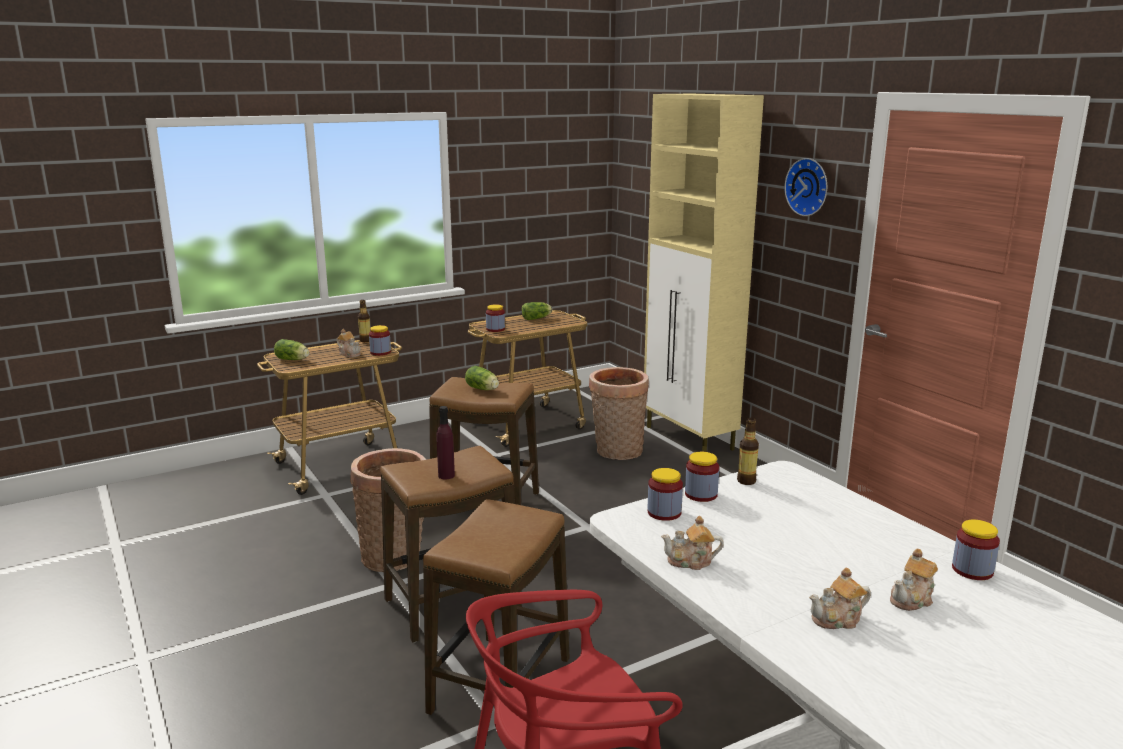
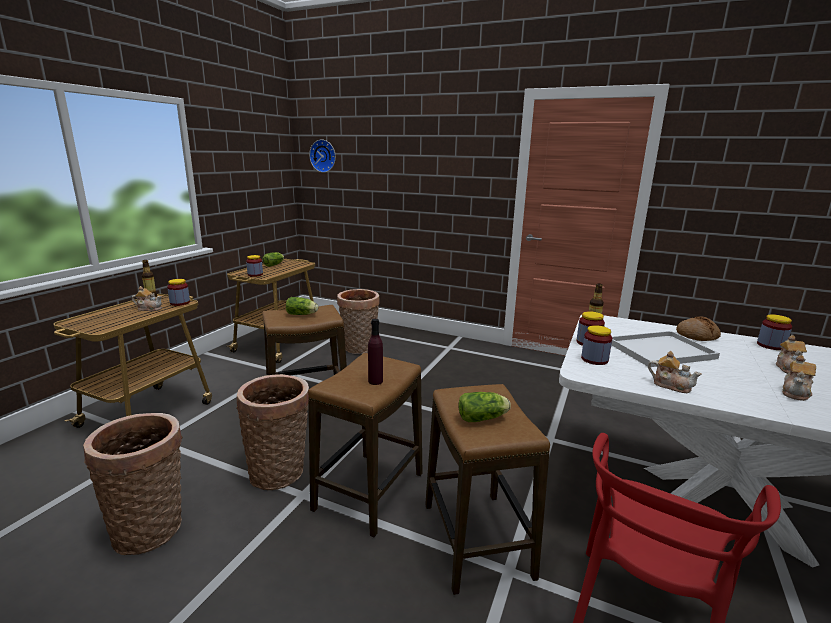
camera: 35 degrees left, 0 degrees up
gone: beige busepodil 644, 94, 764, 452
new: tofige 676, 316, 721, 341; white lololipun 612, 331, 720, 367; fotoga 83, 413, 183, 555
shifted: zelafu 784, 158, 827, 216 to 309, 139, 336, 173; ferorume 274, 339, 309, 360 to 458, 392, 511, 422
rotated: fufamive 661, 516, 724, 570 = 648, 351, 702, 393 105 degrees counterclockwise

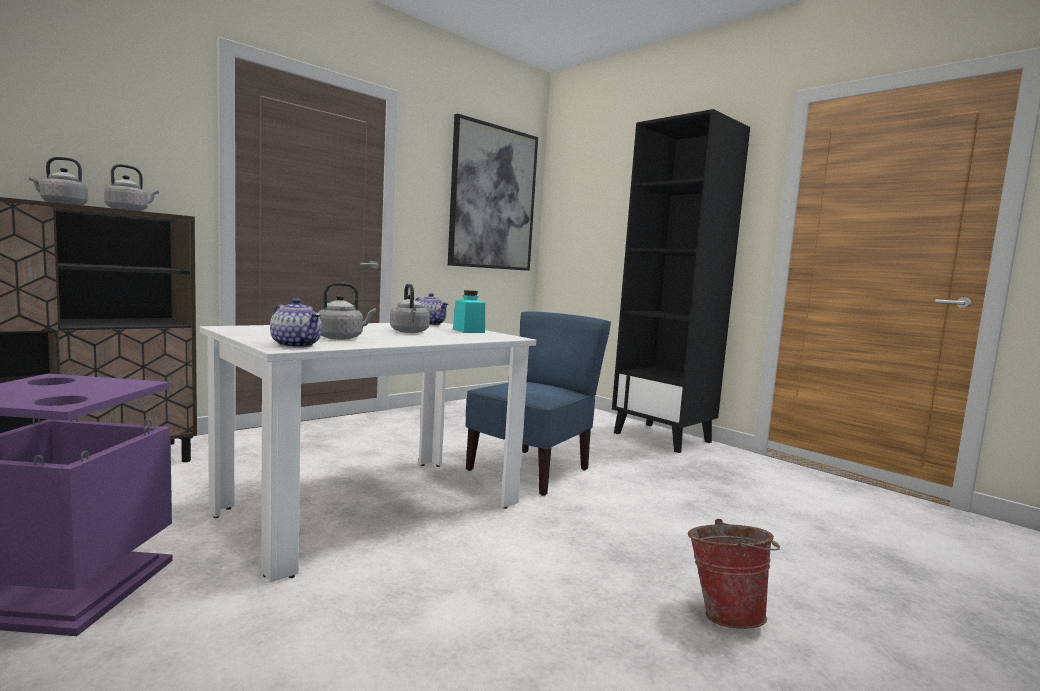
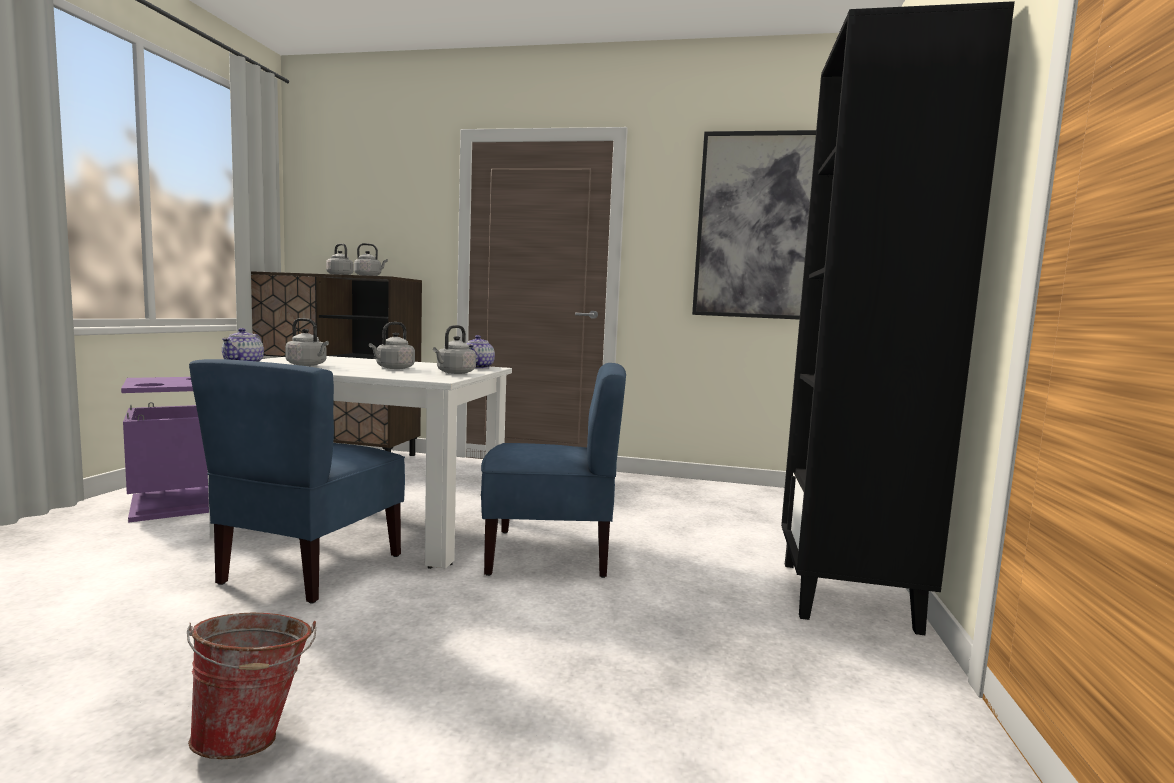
camera: 55 degrees right, 0 degrees up
new: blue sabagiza 189, 359, 405, 604
swapped: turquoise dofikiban 453, 290, 485, 333 to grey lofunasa 433, 325, 476, 374

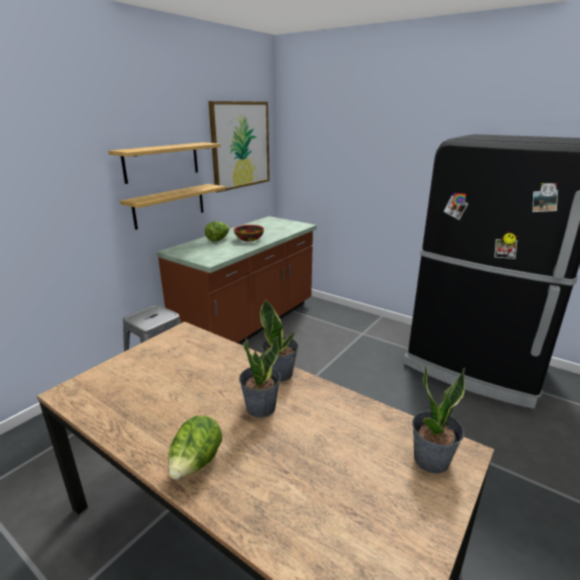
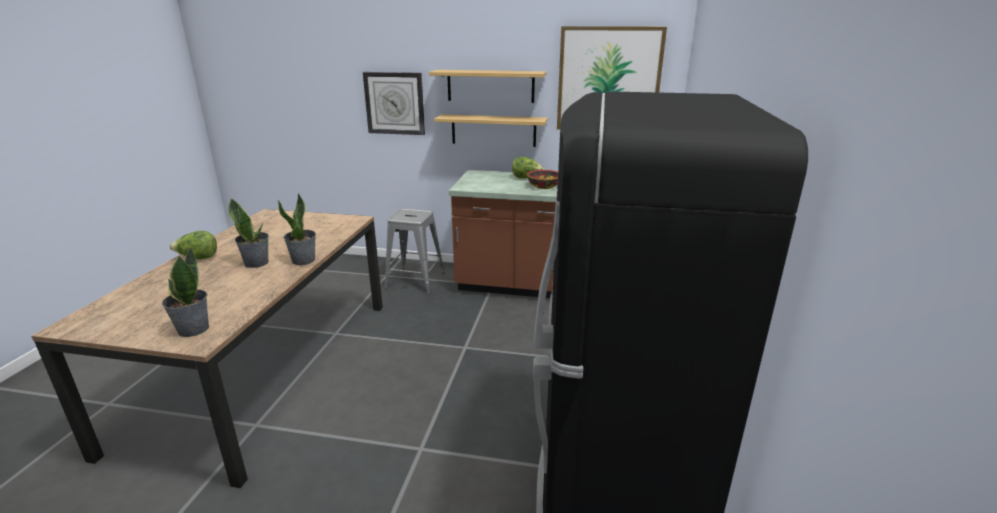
camera: 65 degrees right, 0 degrees up
new: zelafu 363, 72, 425, 135

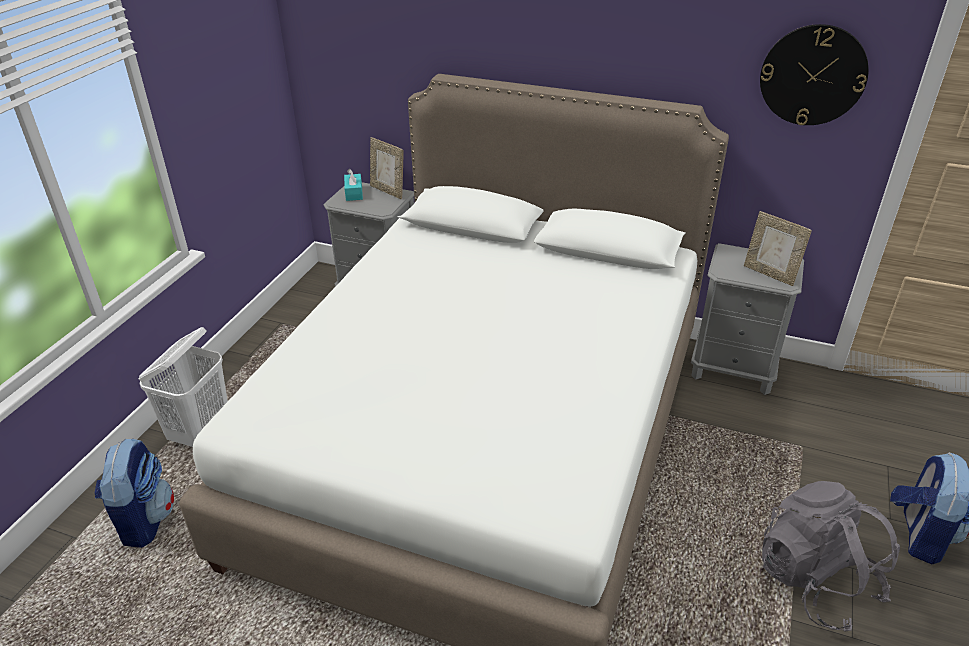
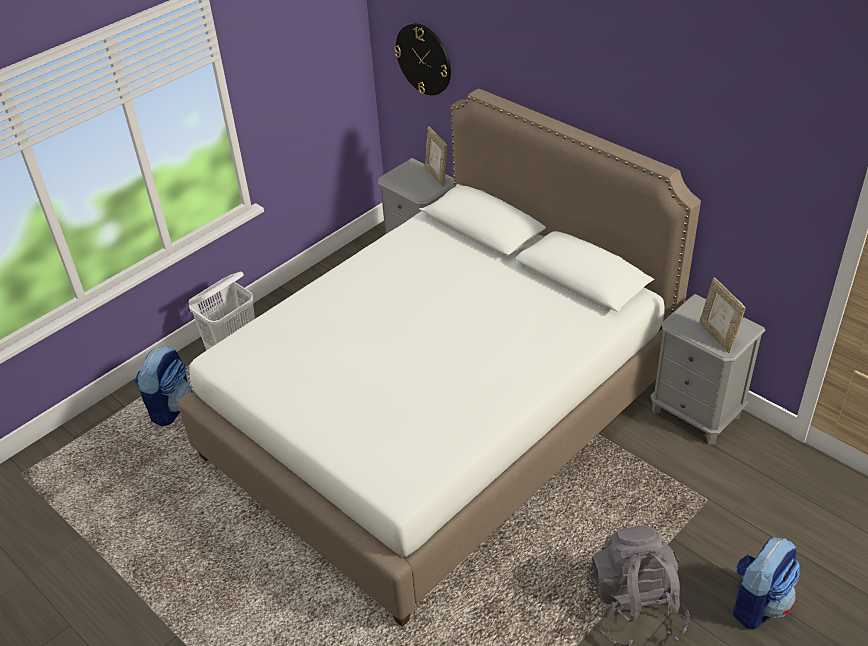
camera: 25 degrees right, 5 degrees up
gone: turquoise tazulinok 344, 169, 363, 201
shifted: zelafu 760, 24, 869, 125 to 394, 23, 451, 95

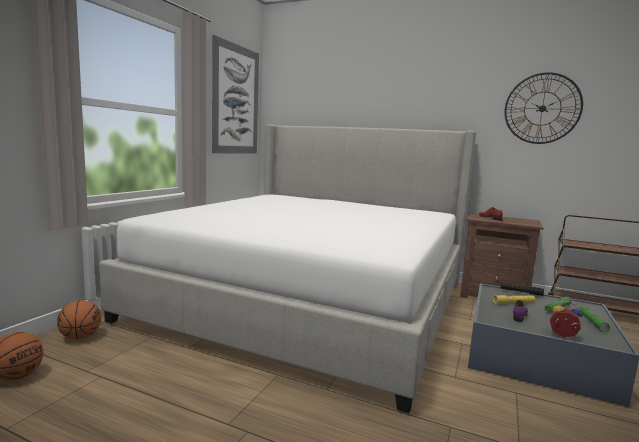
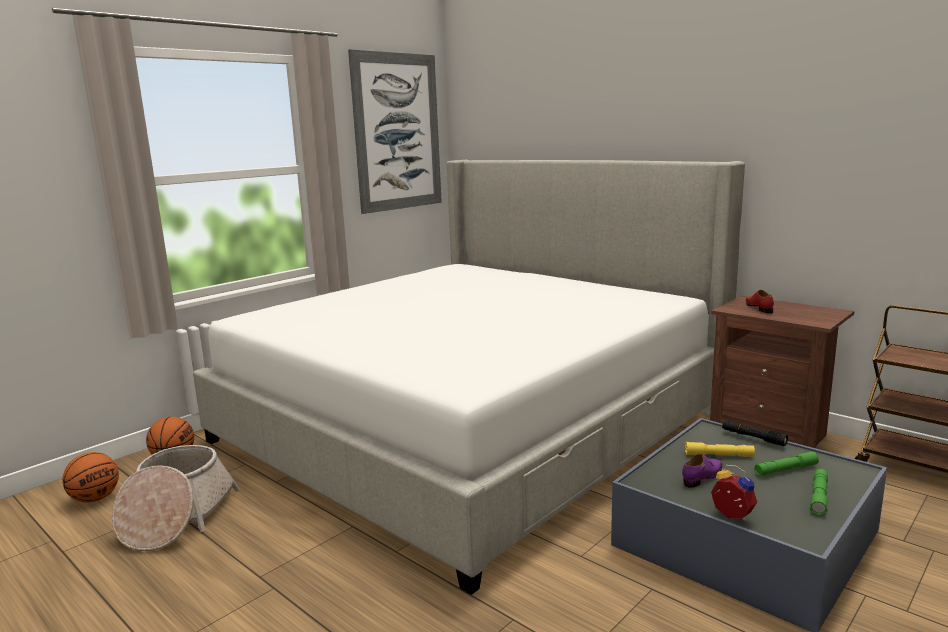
camera: 20 degrees right, 5 degrees up
gone: zelafu 504, 72, 583, 144
new: fotoga 112, 445, 240, 551

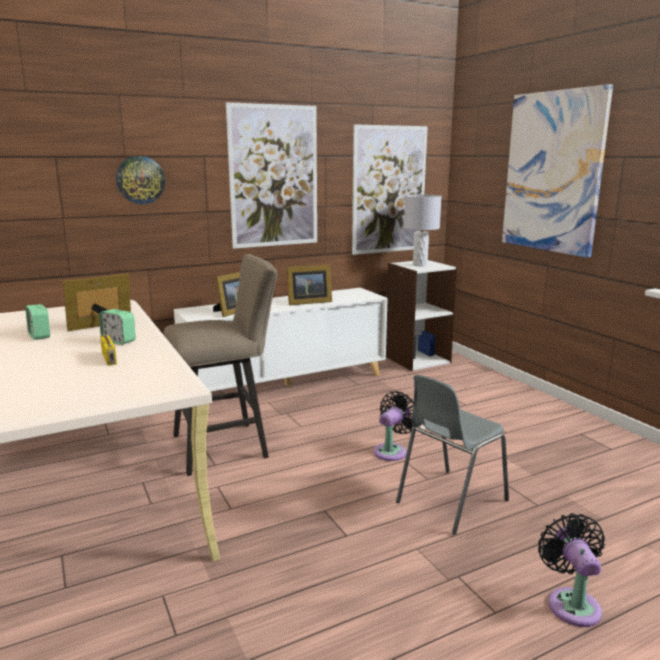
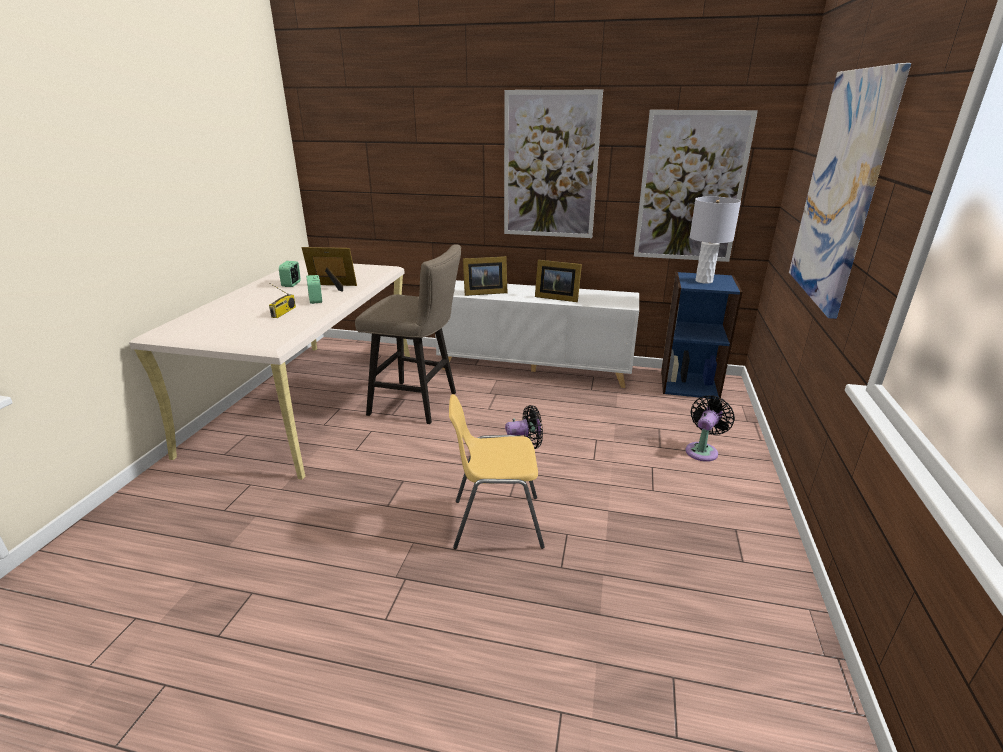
camera: 40 degrees right, 10 degrees up
gone: zelafu 116, 156, 165, 204
shifted: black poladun 538, 513, 605, 627 to 686, 395, 735, 462
repainted: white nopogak 386, 259, 457, 371 to blue nopogak 661, 272, 743, 400; grey sabagiza 396, 374, 509, 535 to yellow sabagiza 449, 394, 545, 549

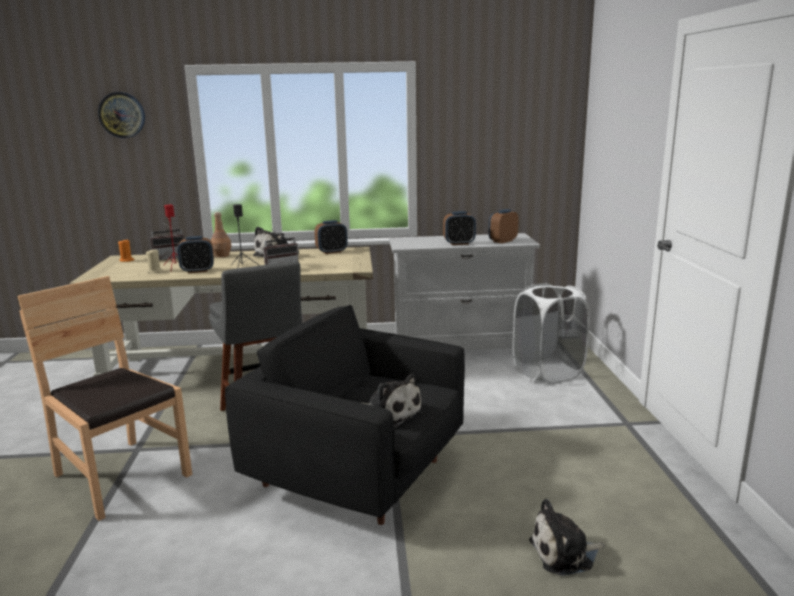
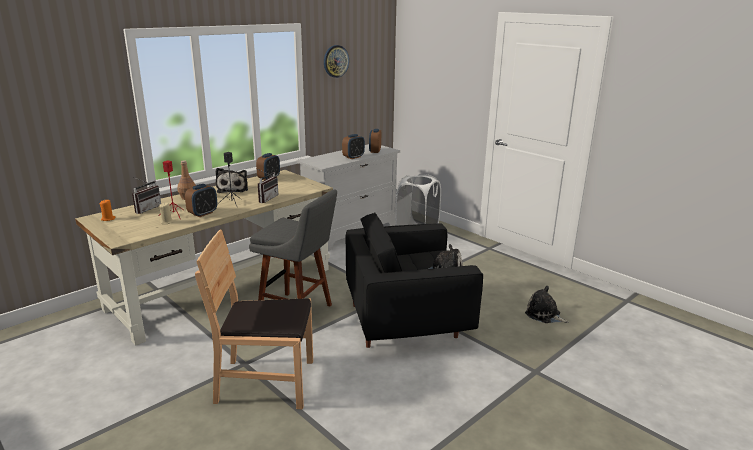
camera: 40 degrees left, 5 degrees up
shifted: zelafu 98, 92, 145, 138 to 324, 45, 349, 78
rotated: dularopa 529, 499, 605, 576 = 525, 286, 569, 323 90 degrees clockwise

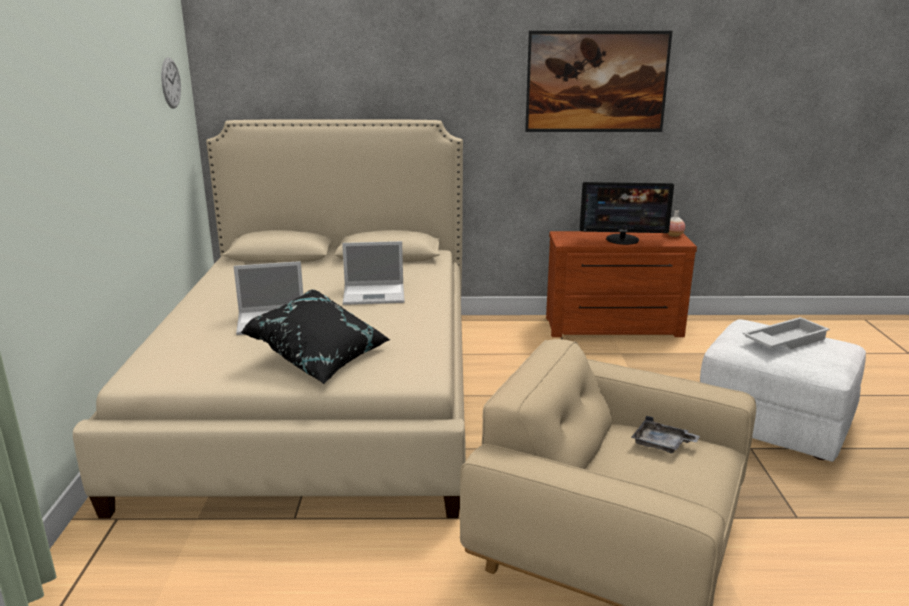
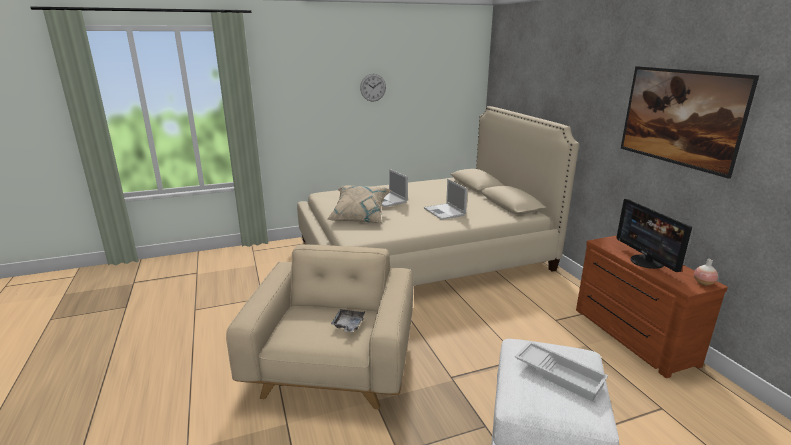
camera: 70 degrees right, 0 degrees up
shifted: zelafu 161, 57, 181, 108 to 360, 74, 386, 102
repainted: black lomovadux 240, 289, 391, 384 to beige lomovadux 327, 185, 391, 223

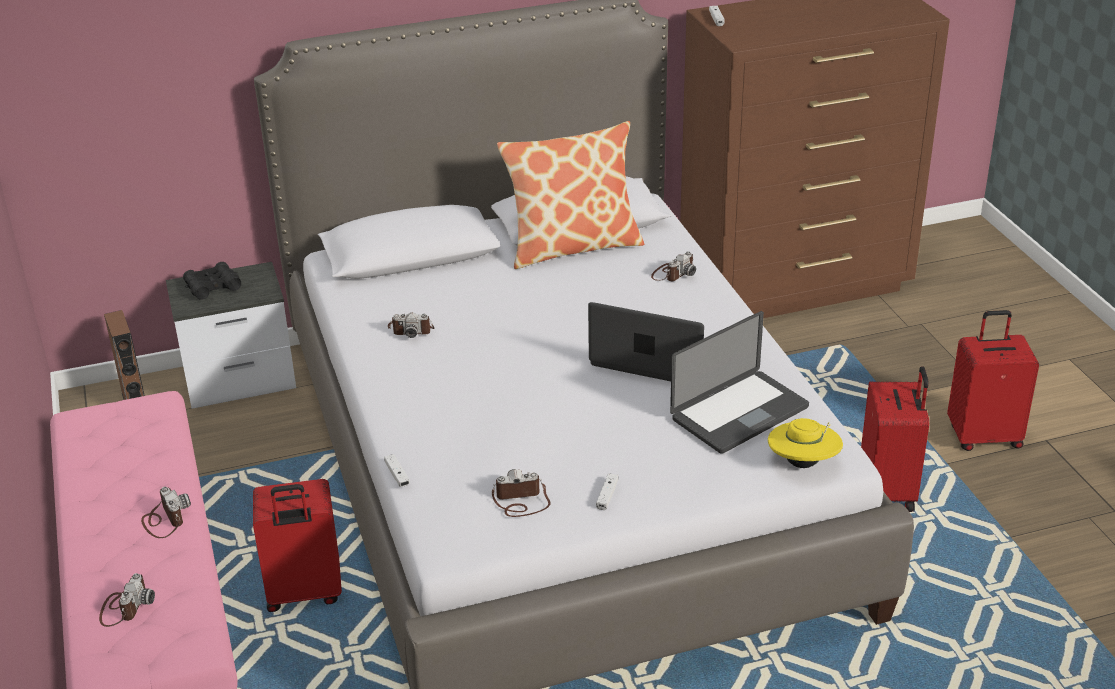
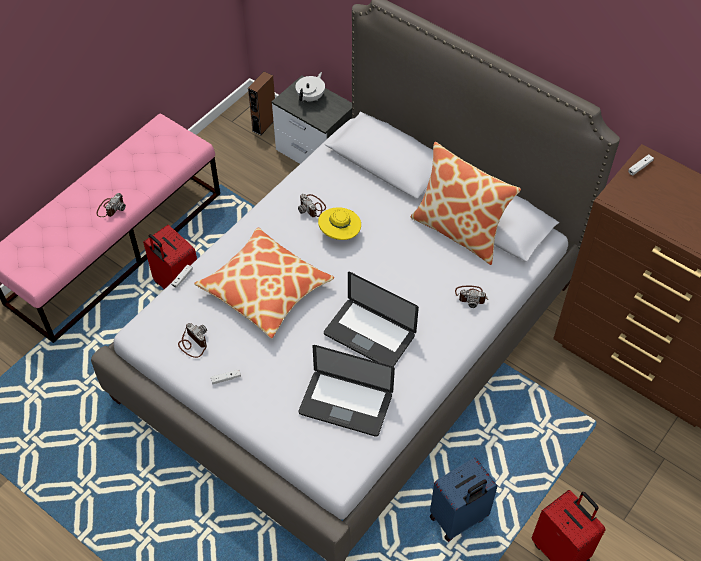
camera: 55 degrees right, 20 degrees up
gone: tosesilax 99, 573, 155, 627
new: lomovadux 194, 227, 334, 339
shifted: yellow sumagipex 768, 418, 843, 468 to 318, 207, 361, 240
swapped: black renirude 183, 262, 241, 300 to white fufamive 295, 72, 325, 102
repainted: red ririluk 861, 366, 929, 512 to blue ririluk 430, 457, 498, 542
rotated: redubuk 588, 302, 704, 381 = 324, 272, 419, 367 135 degrees clockwise

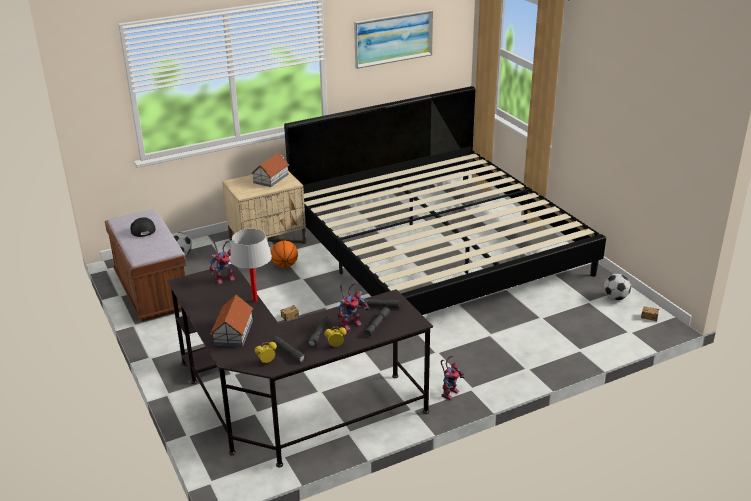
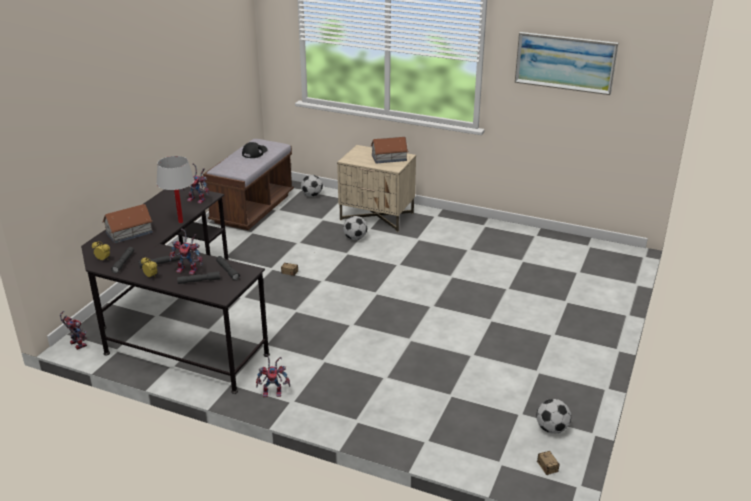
camera: 50 degrees right, 0 degrees up
gone: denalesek 284, 86, 606, 315
new: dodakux 60, 311, 87, 350
swapped: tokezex 271, 241, 298, 268 to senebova 343, 216, 367, 240

